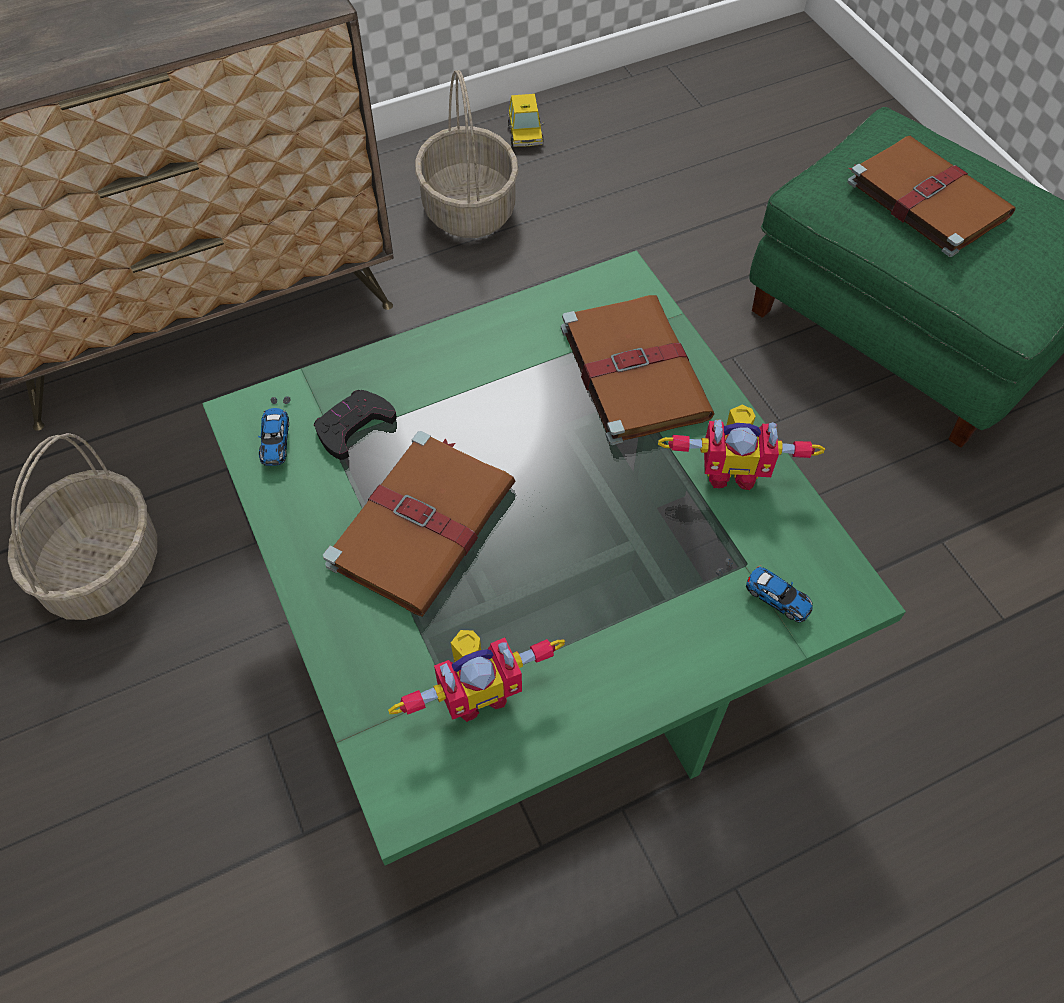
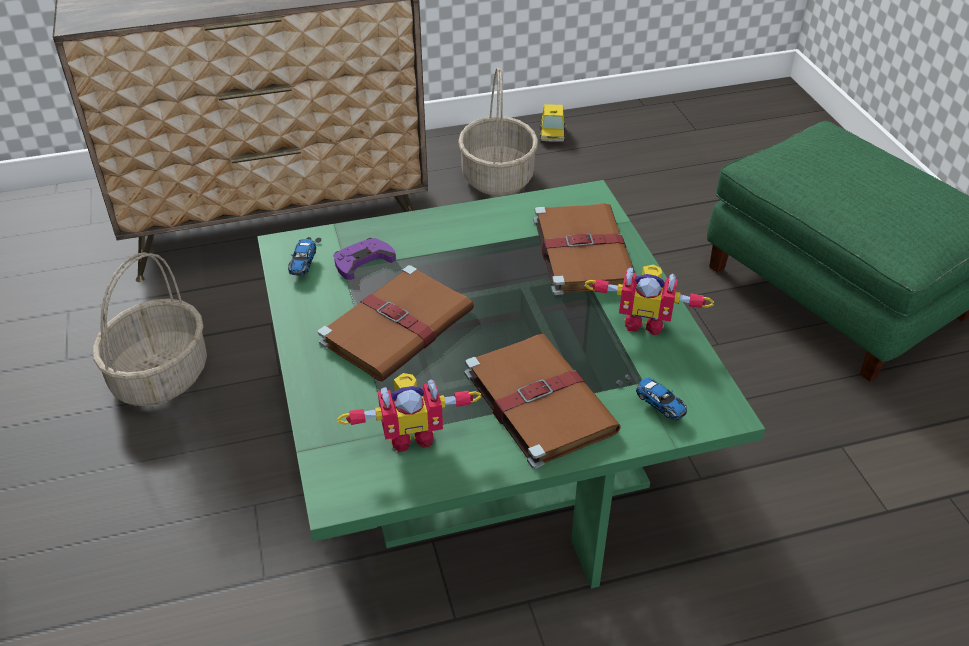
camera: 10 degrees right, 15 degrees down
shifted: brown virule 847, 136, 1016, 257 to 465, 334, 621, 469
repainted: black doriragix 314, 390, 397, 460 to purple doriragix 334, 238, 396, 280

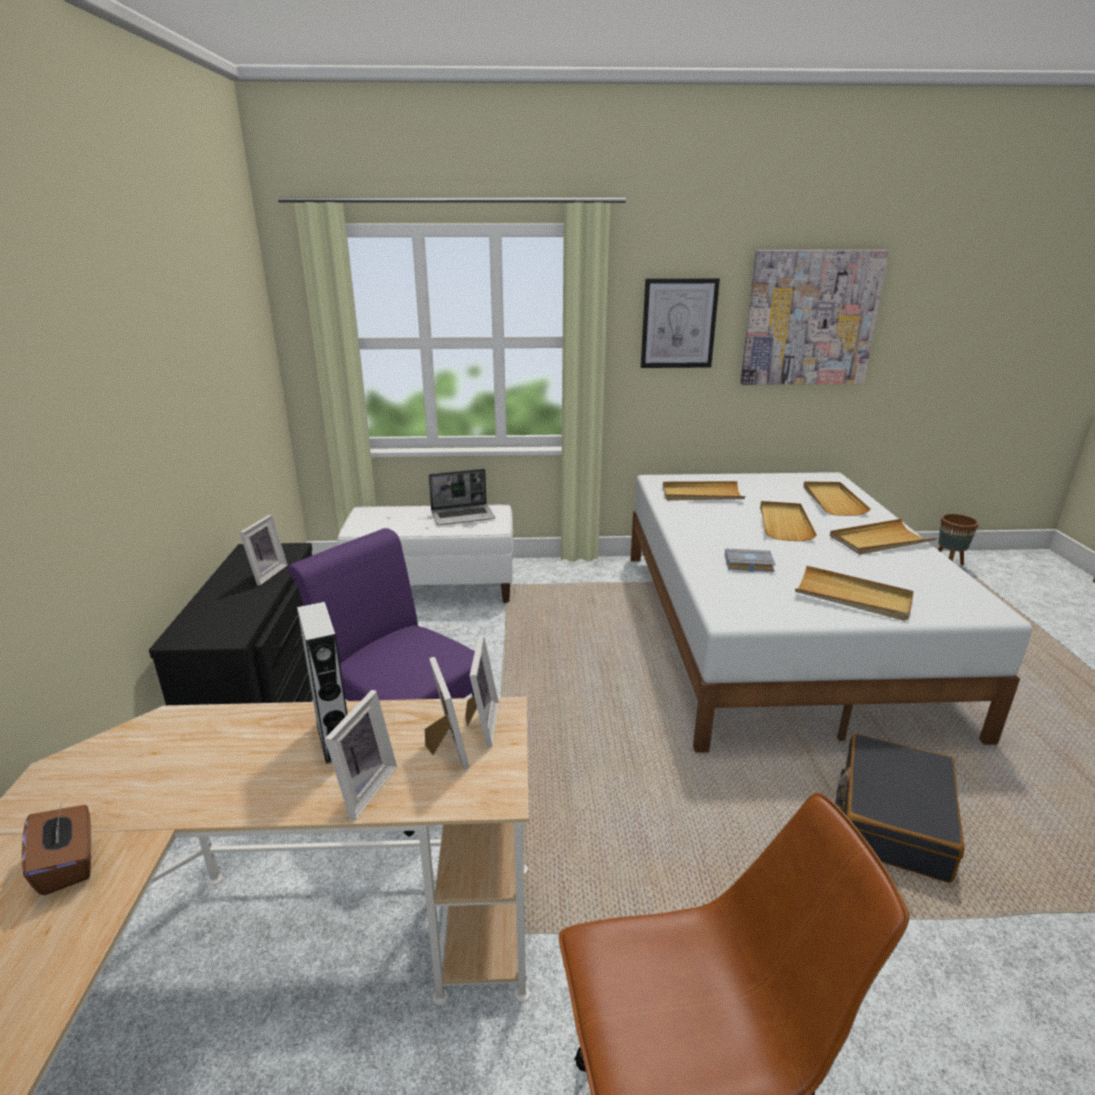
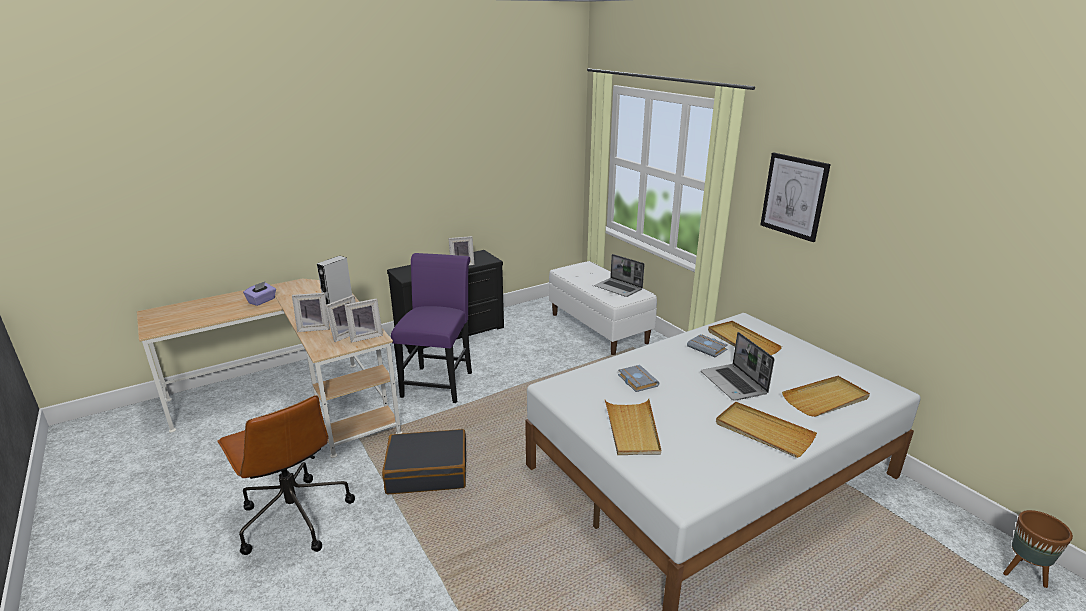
camera: 60 degrees right, 0 degrees up
gone: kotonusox 740, 250, 889, 385
new: grey virule 687, 334, 728, 357
shifted: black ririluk 835, 734, 965, 883 to 382, 429, 466, 494
swapped: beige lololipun 760, 501, 817, 541 to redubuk 701, 332, 774, 401
repainted: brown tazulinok 22, 802, 91, 895 to purple tazulinok 243, 282, 276, 306

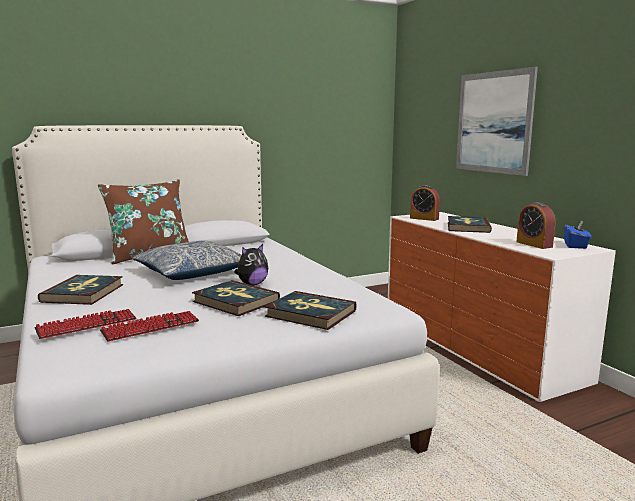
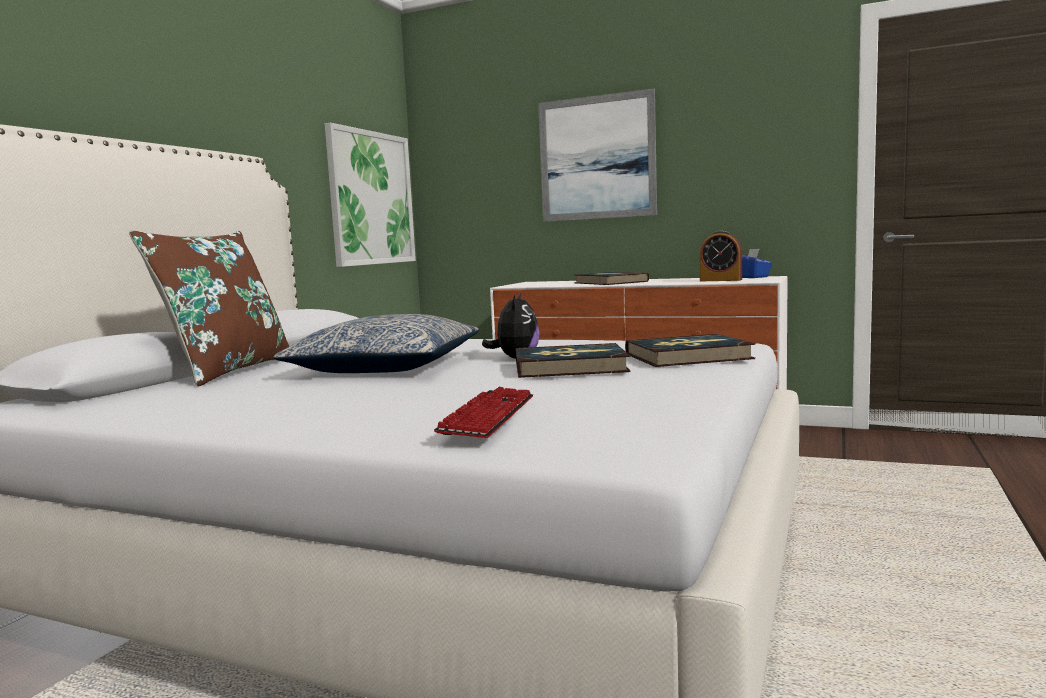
camera: 40 degrees left, 5 degrees down
gone: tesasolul 410, 185, 440, 221; virule 38, 275, 123, 305; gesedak 100, 311, 199, 341
new: kotonusox 325, 123, 416, 267

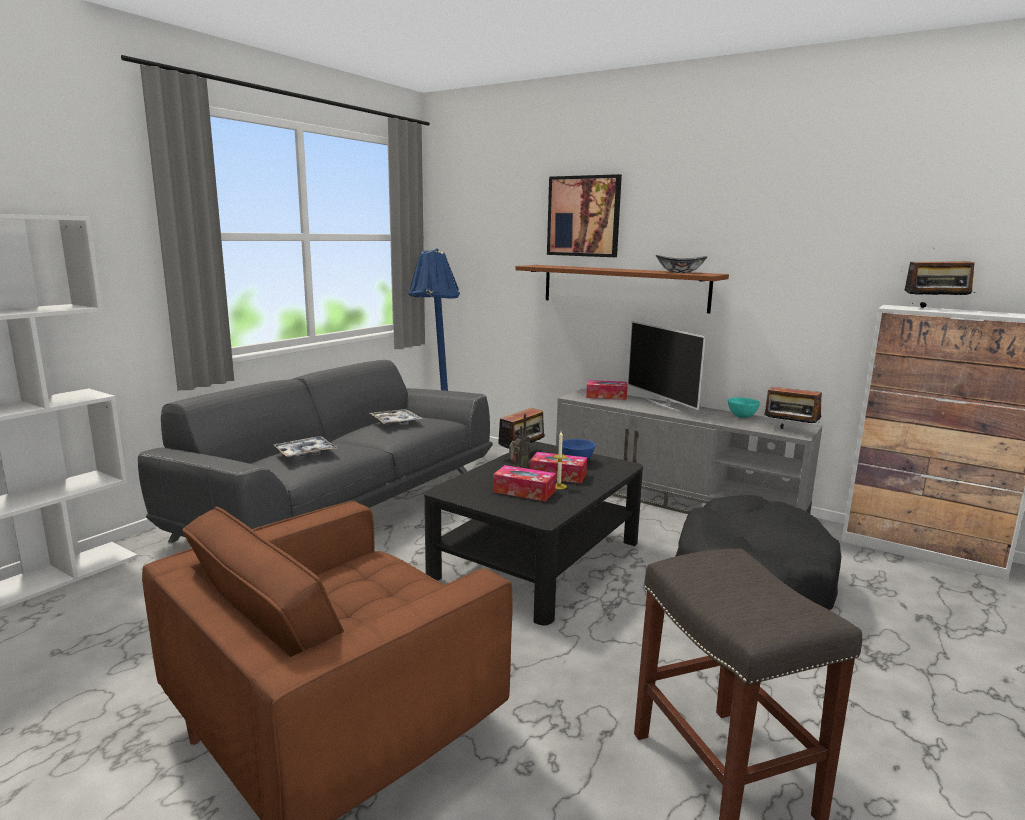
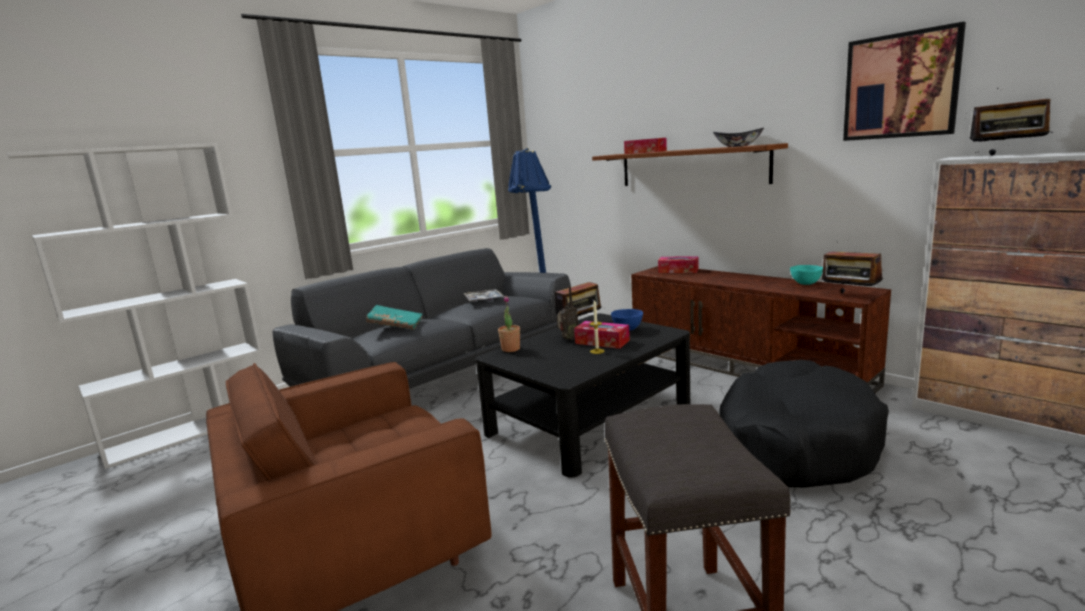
camera: 15 degrees right, 0 degrees up
gone: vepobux 628, 321, 706, 413
new: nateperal 498, 296, 520, 352
shifted: kotonusox 547, 174, 622, 257 to 843, 22, 966, 141; tazulinok 493, 465, 556, 502 to 624, 138, 667, 154
swapped: lololipun 274, 436, 337, 458 to turquoise virule 366, 305, 423, 330
repainted: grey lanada 556, 388, 822, 514 to brown lanada 631, 266, 891, 394

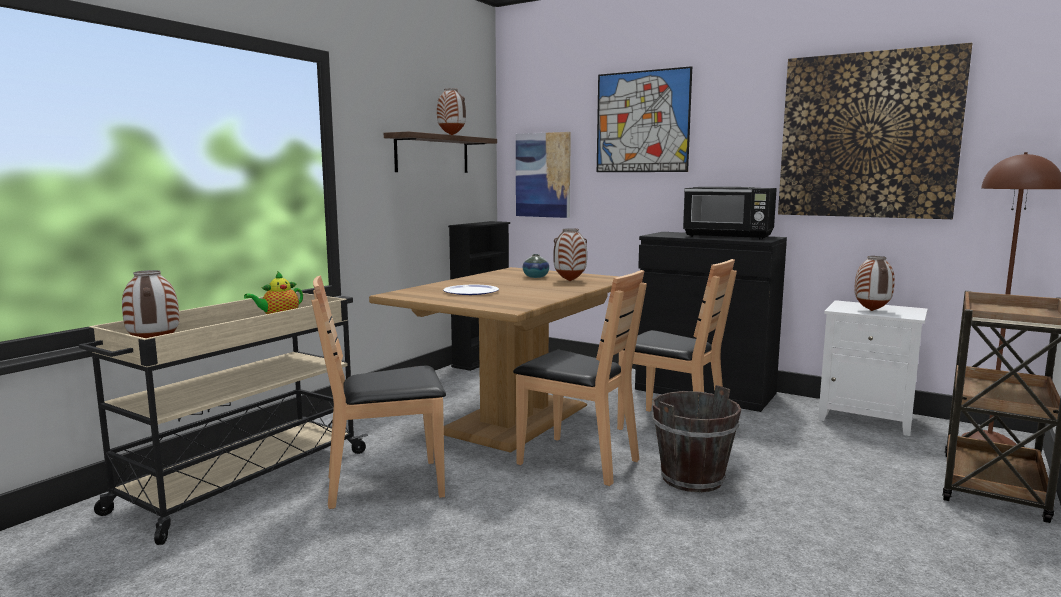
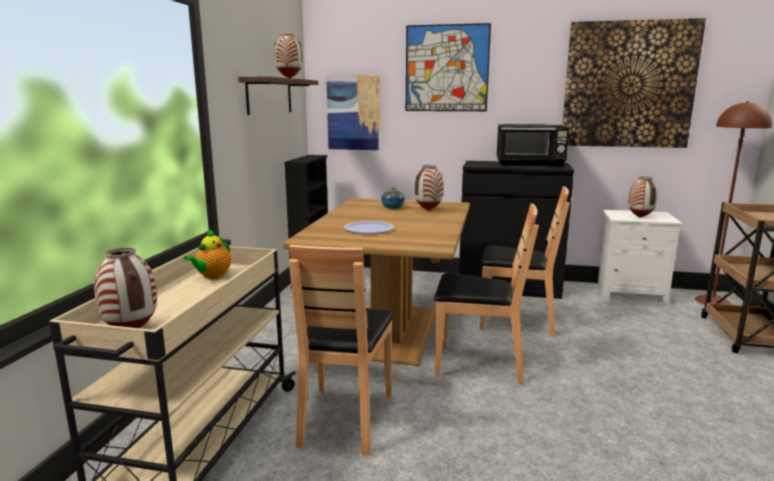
camera: 20 degrees left, 5 degrees up
gone: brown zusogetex 652, 385, 741, 492
rotated: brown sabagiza 311, 275, 446, 509 = 289, 244, 395, 455 45 degrees counterclockwise

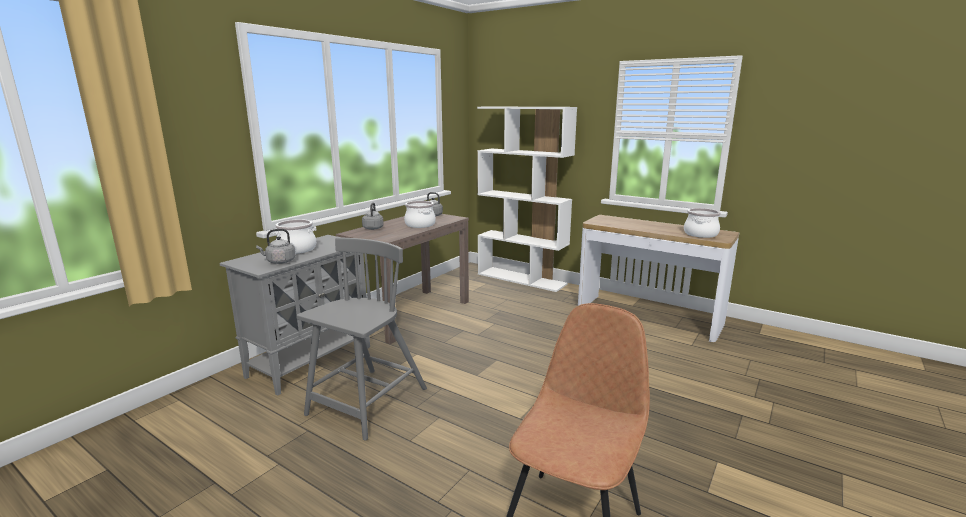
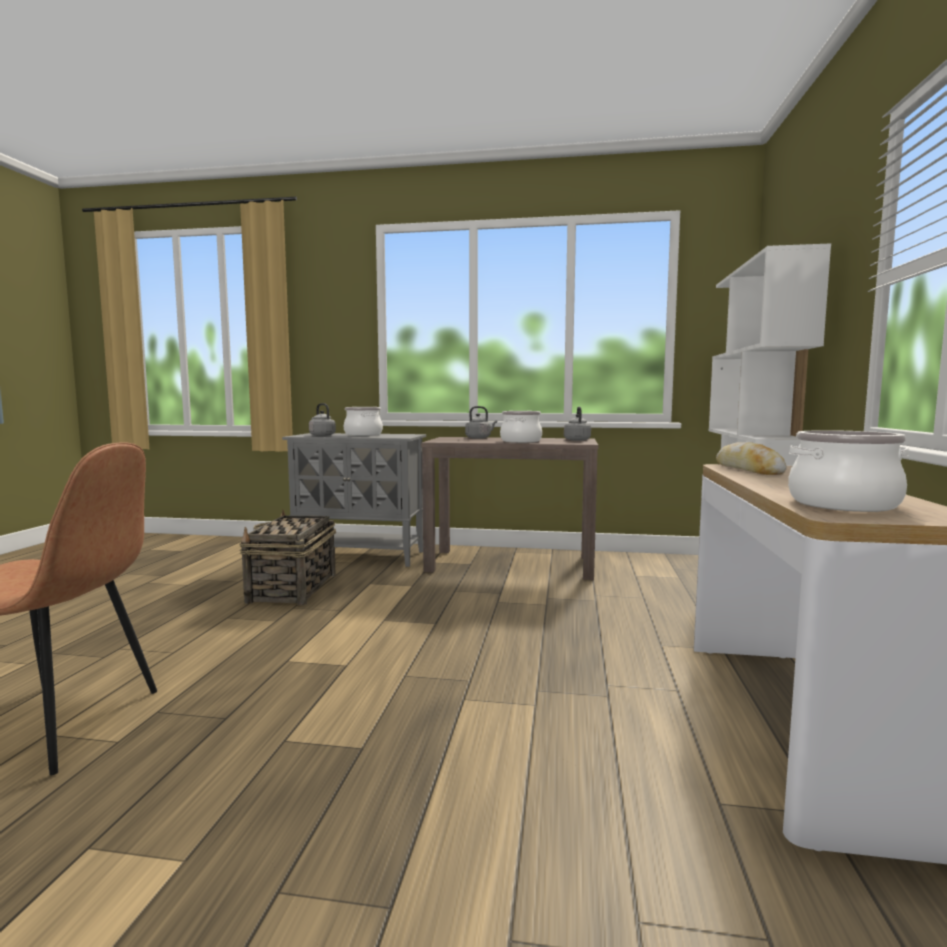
camera: 65 degrees right, 10 degrees down
new: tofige 716, 442, 787, 475
swapped: grey sabagiza 296, 237, 427, 440 to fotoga 240, 510, 336, 605

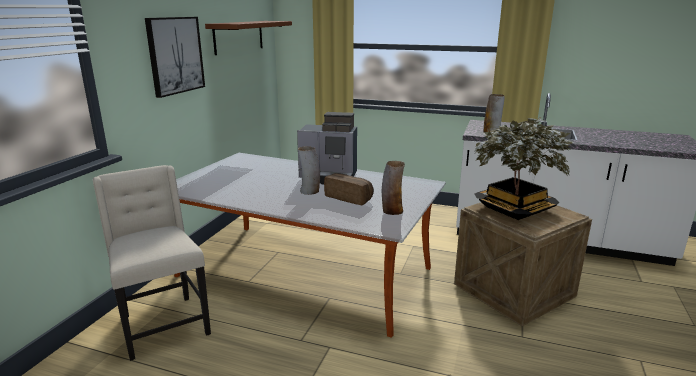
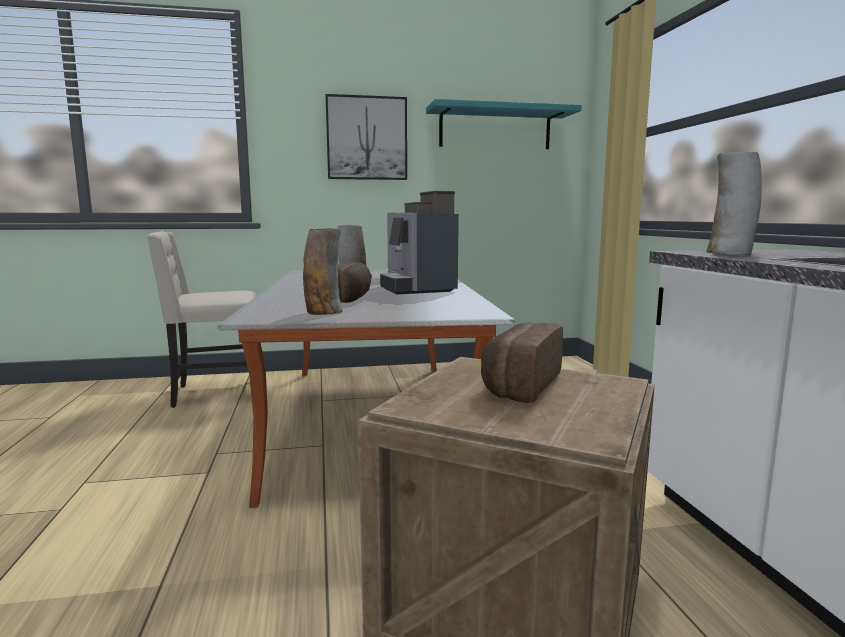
camera: 60 degrees right, 10 degrees down
swapped: nateperal 474, 117, 574, 220 to tofige 481, 322, 563, 403
repainted: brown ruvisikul 205, 21, 292, 55 to turquoise ruvisikul 426, 99, 582, 149
rotated: beige sabagiza 93, 165, 211, 361 = 147, 231, 256, 408 135 degrees counterclockwise

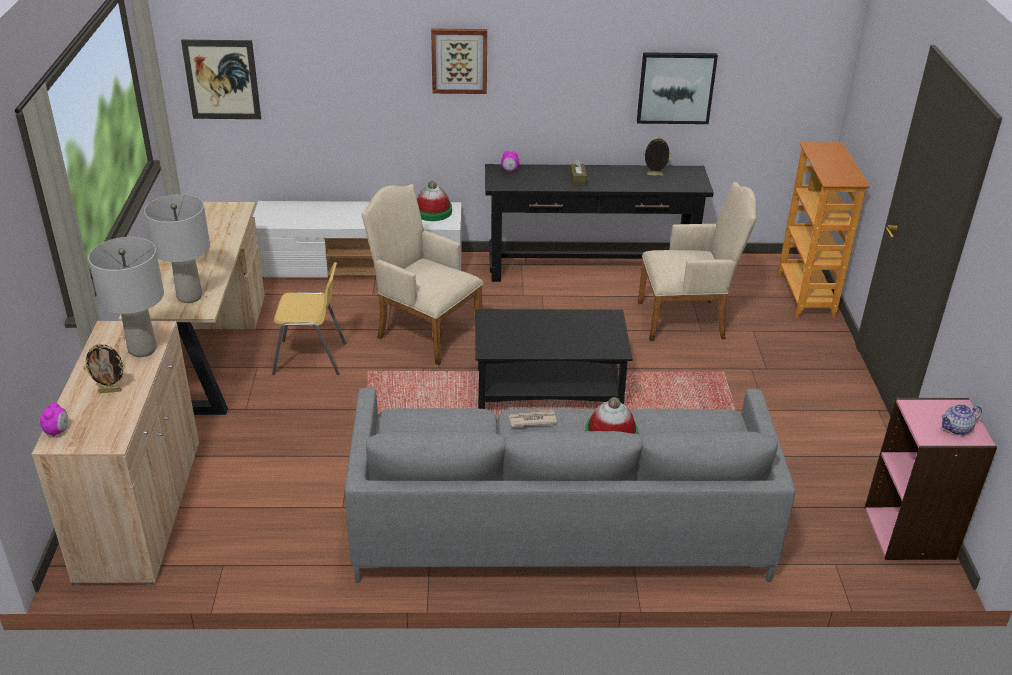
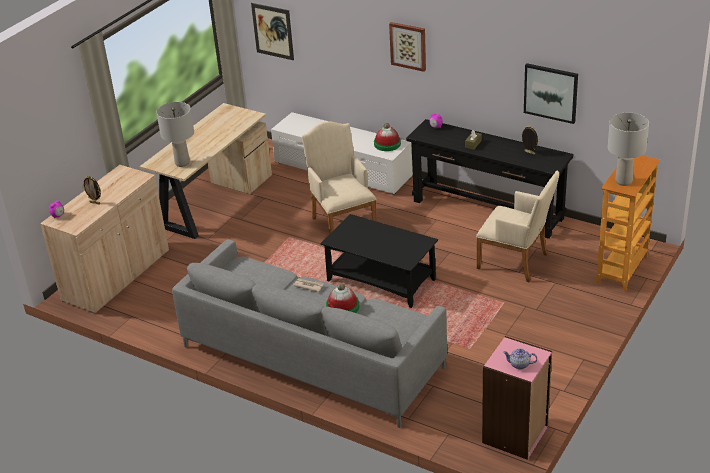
camera: 35 degrees right, 0 degrees up
gone: yellow sabagiza 272, 262, 346, 375
shifted: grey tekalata 88, 237, 164, 357 to 608, 112, 649, 186

